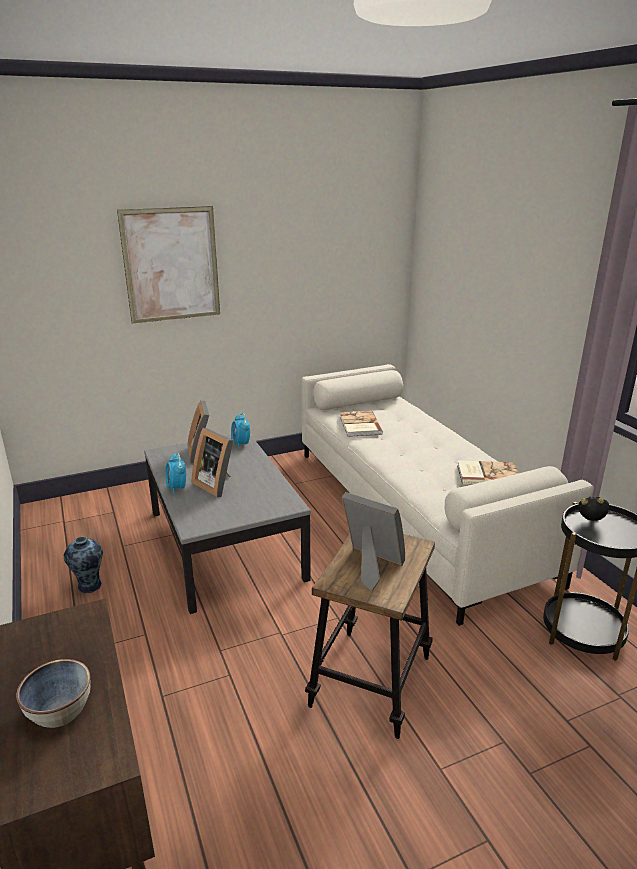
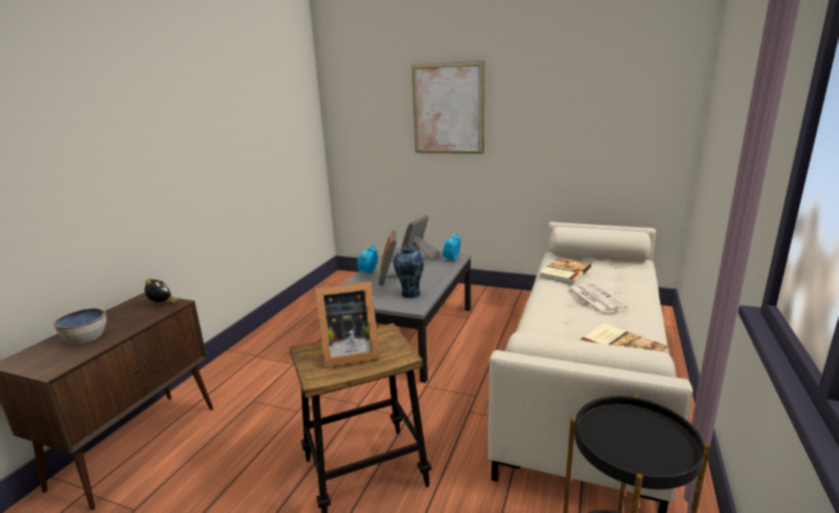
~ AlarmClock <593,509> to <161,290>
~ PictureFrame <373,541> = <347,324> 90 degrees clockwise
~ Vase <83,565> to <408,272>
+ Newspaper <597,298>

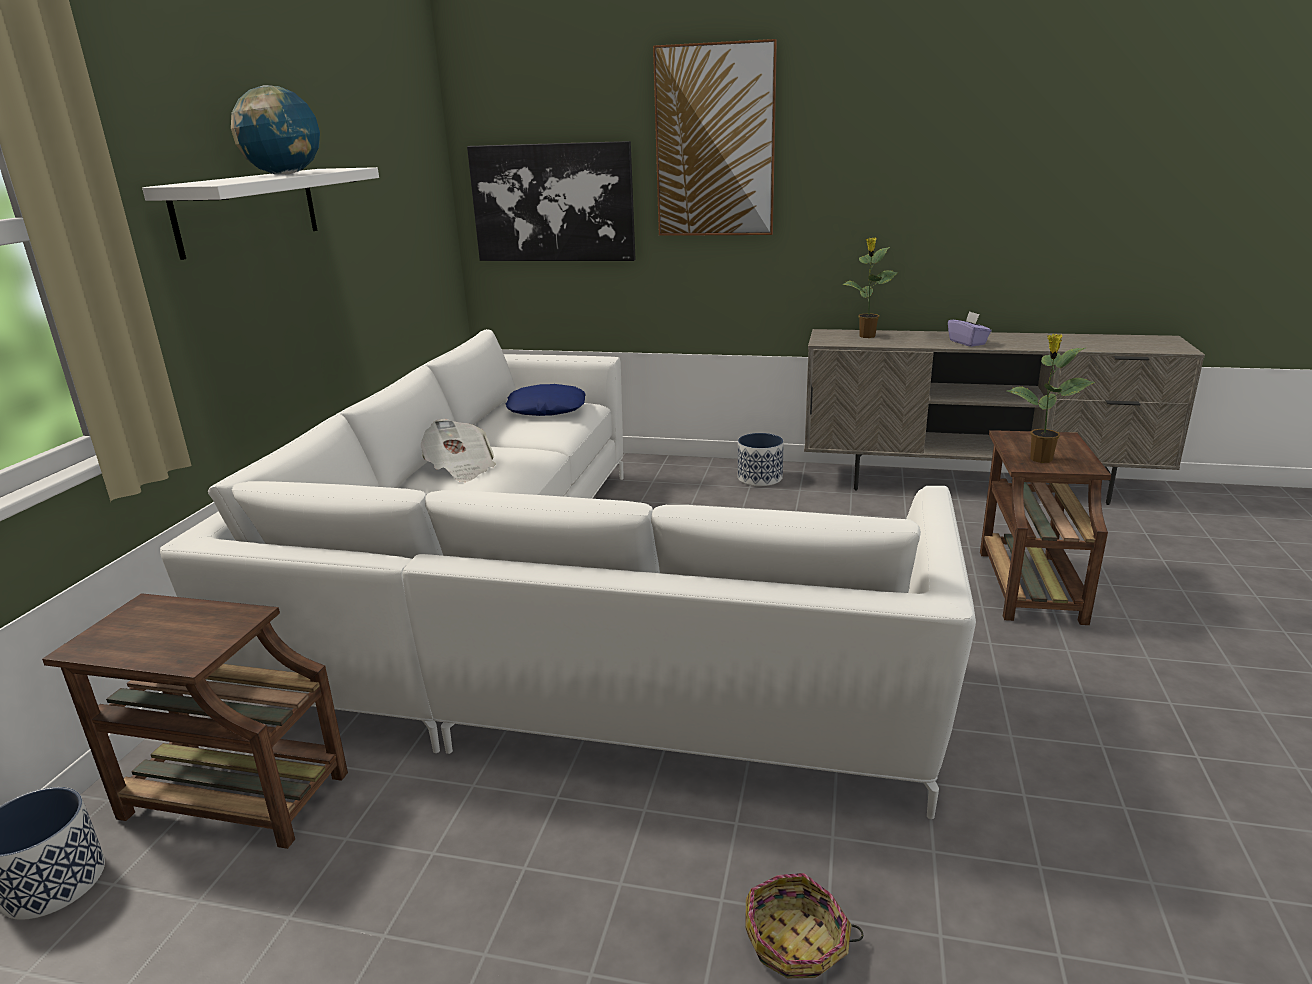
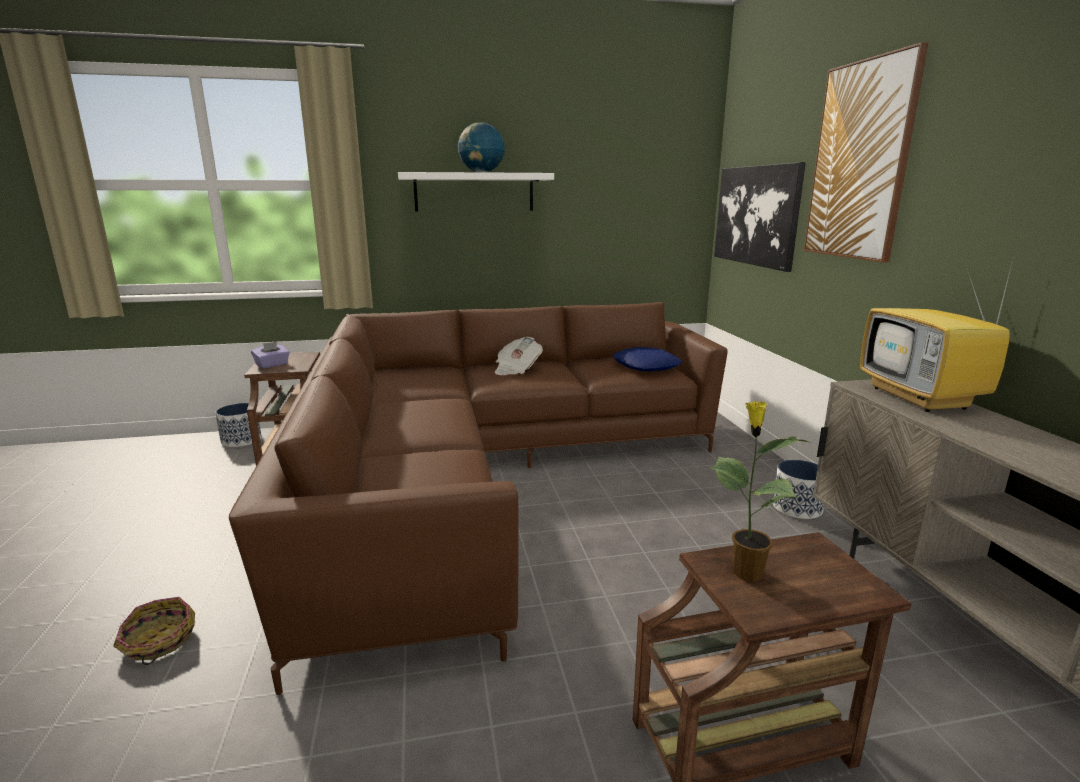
~ WhiteSofa <568,574> to BrownSofa <478,498>
~ PurpleTissueBox <970,329> to <270,354>
~ PottedPlant <870,287> to Television <936,336>

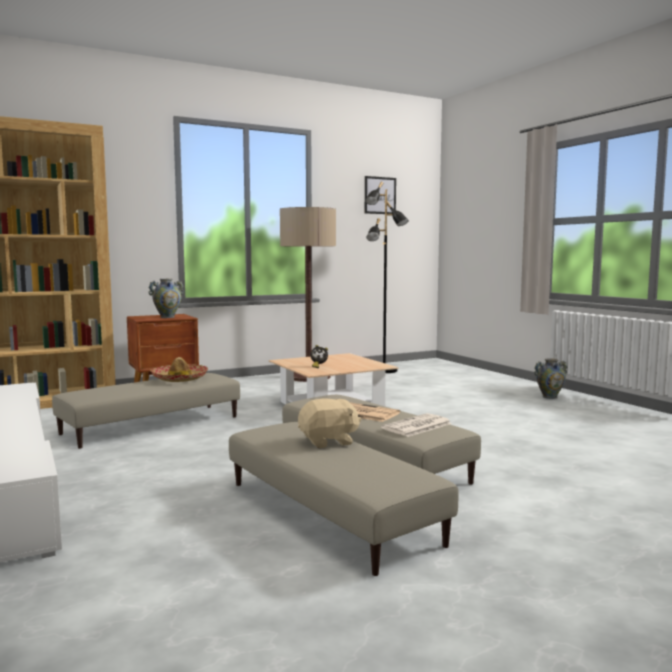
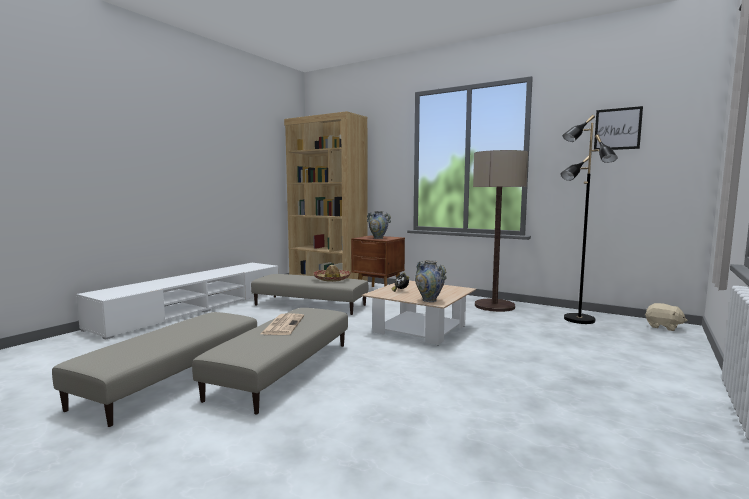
~ Vase <550,378> to <430,281>
~ BeigePlushToy <329,423> to <666,317>
- Newspaper <416,425>

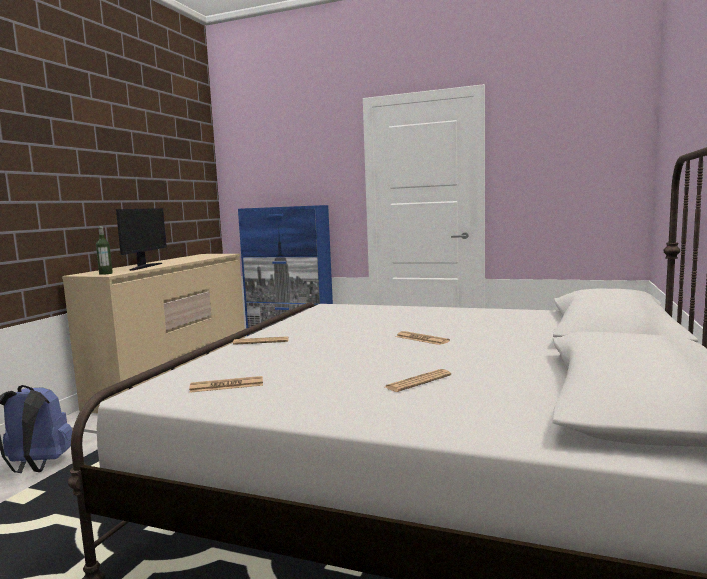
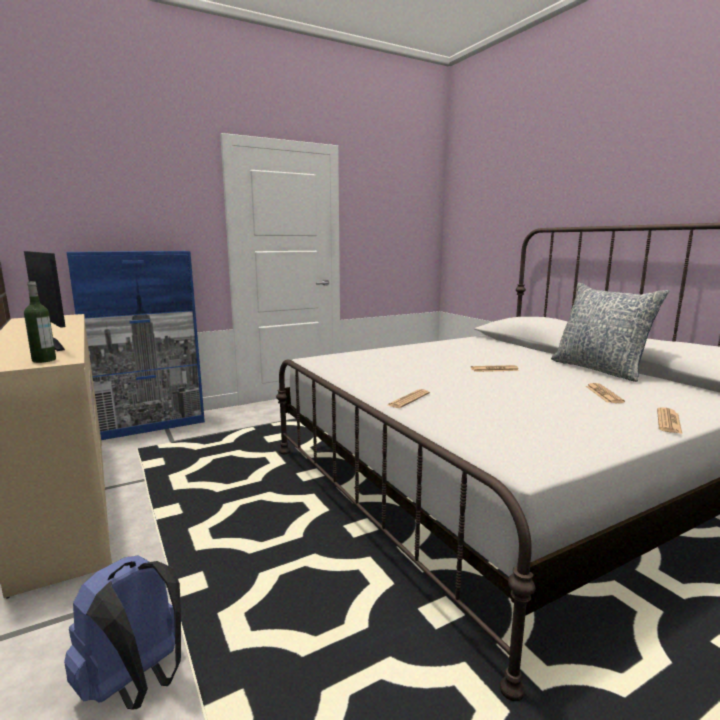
+ Pillow <610,332>
~ Newspaper <226,384> to <669,421>

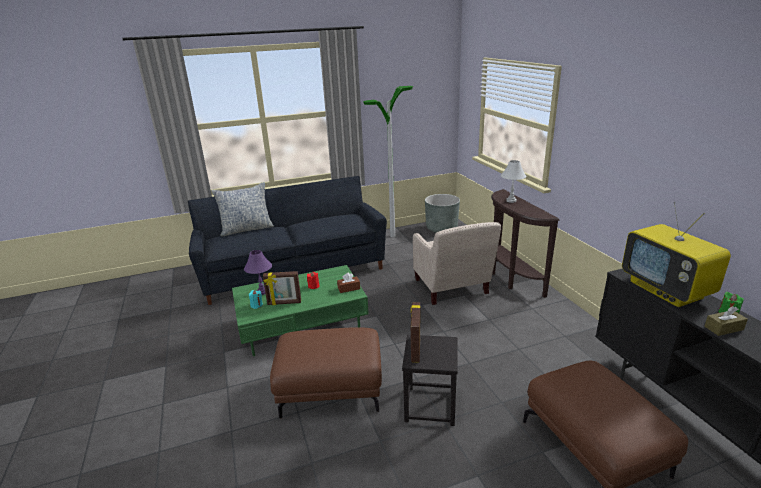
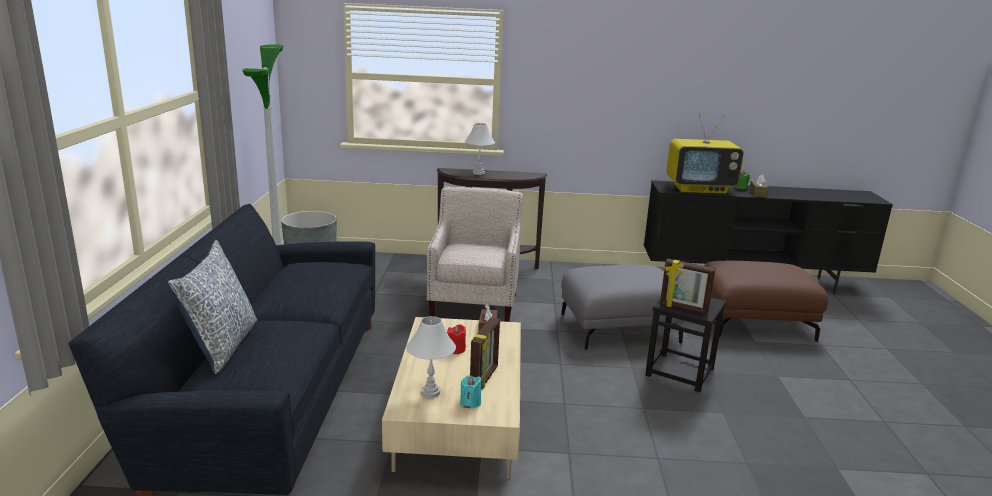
~ GreenCoffeeTable <300,310> to BeigeCoffeeTable <451,398>
~ PurpleTableLamp <258,272> to WhiteTableLamp <431,357>
~ BeigeArmchair <457,263> = <475,254> 90 degrees counterclockwise
+ GreyOttoman <622,307>
- BrownOttoman <326,372>

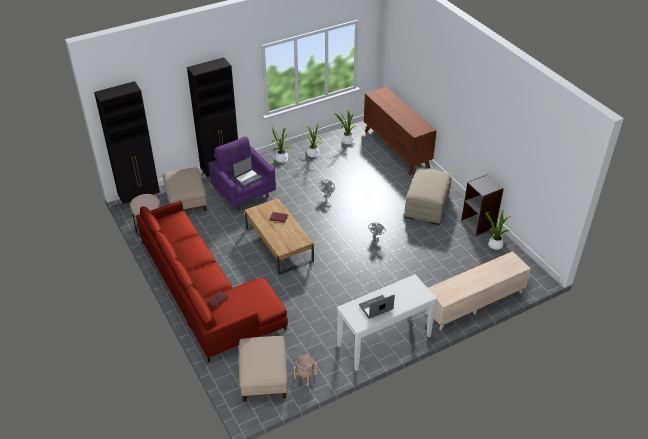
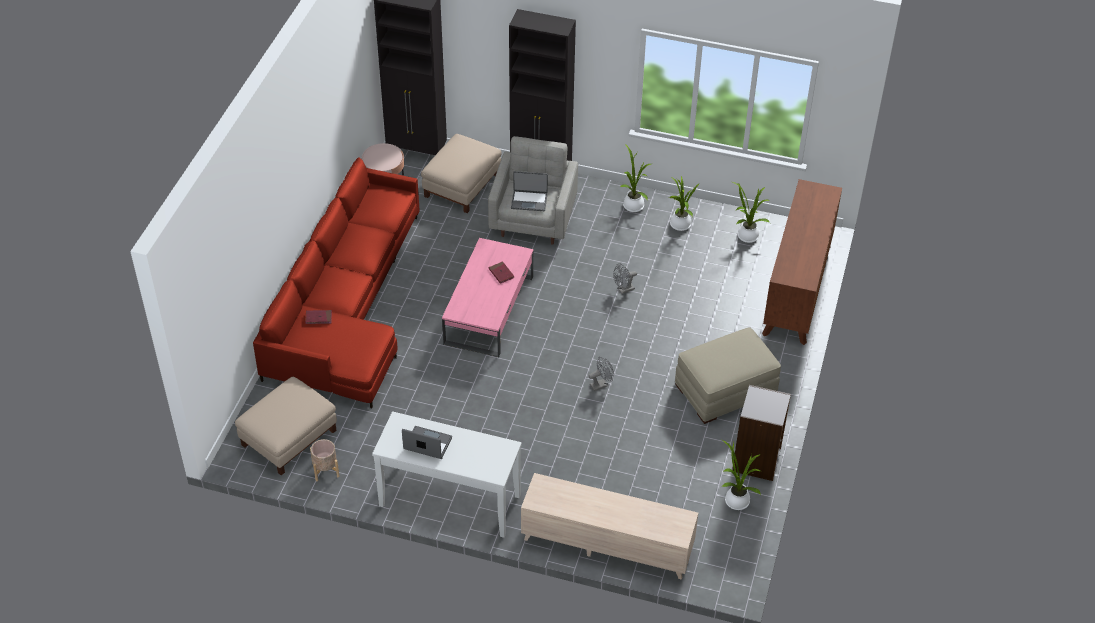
~ BrownCoffeeTable <279,236> to PinkCoffeeTable <487,297>
~ PurpleArmchair <242,173> to GreyArmchair <533,190>

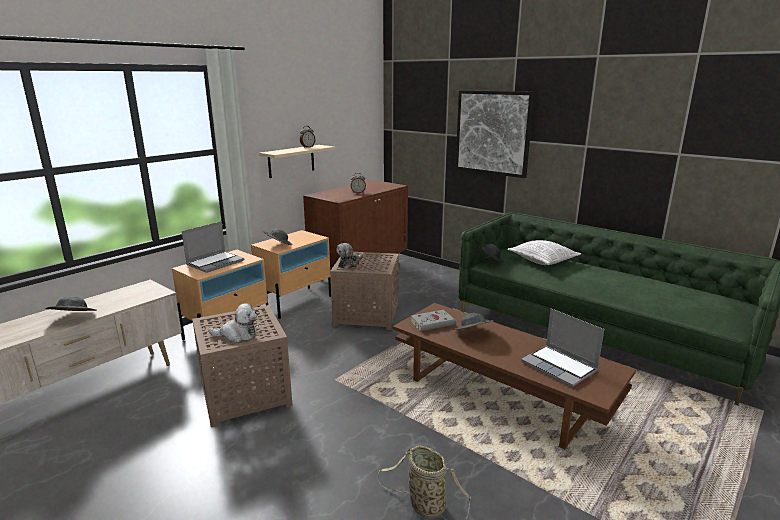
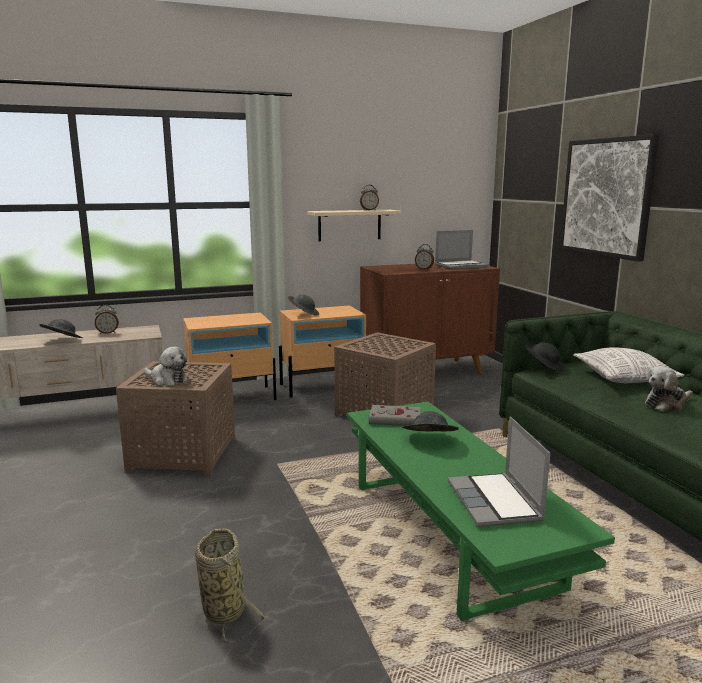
+ AlarmClock <107,319>
~ BrownCoffeeTable <514,376> to GreenCoffeeTable <481,511>
~ Laptop <213,247> to <462,250>
~ PlushToy <349,256> to <669,388>

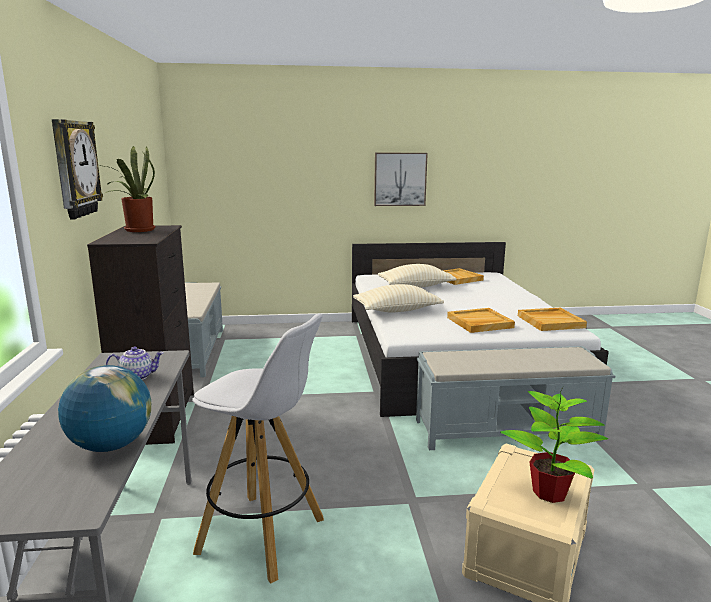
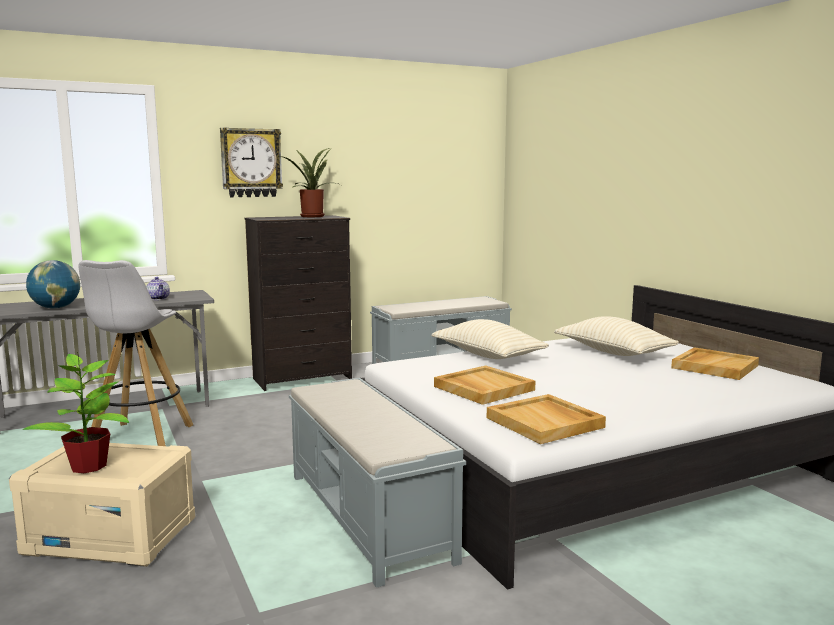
- Picture <401,179>

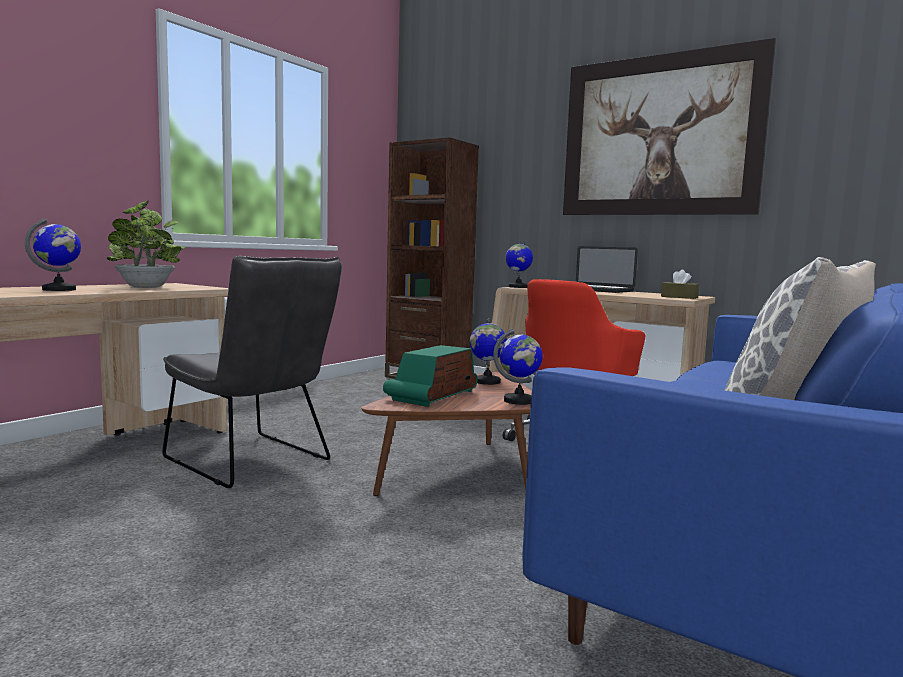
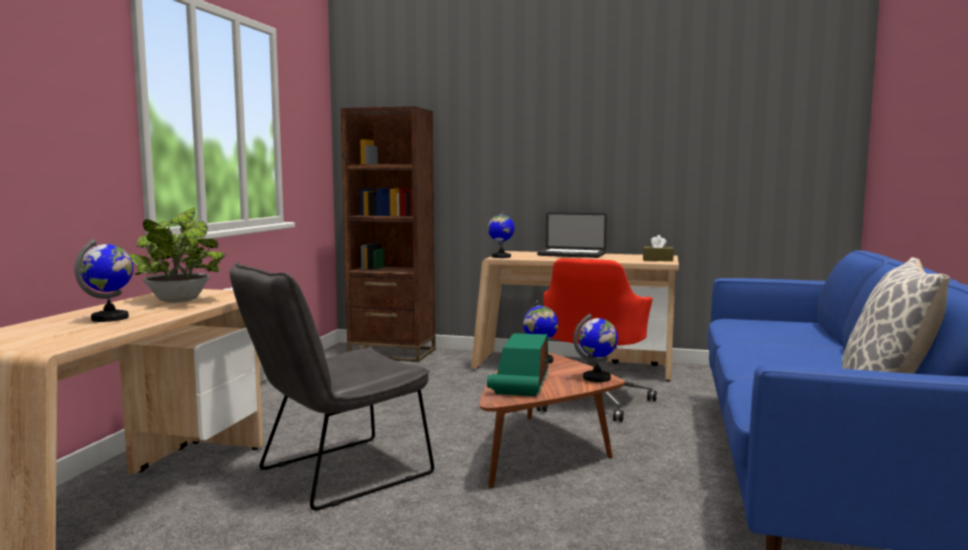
~ GreyChair <252,372> = <332,386> 120 degrees clockwise
- Picture <669,126>

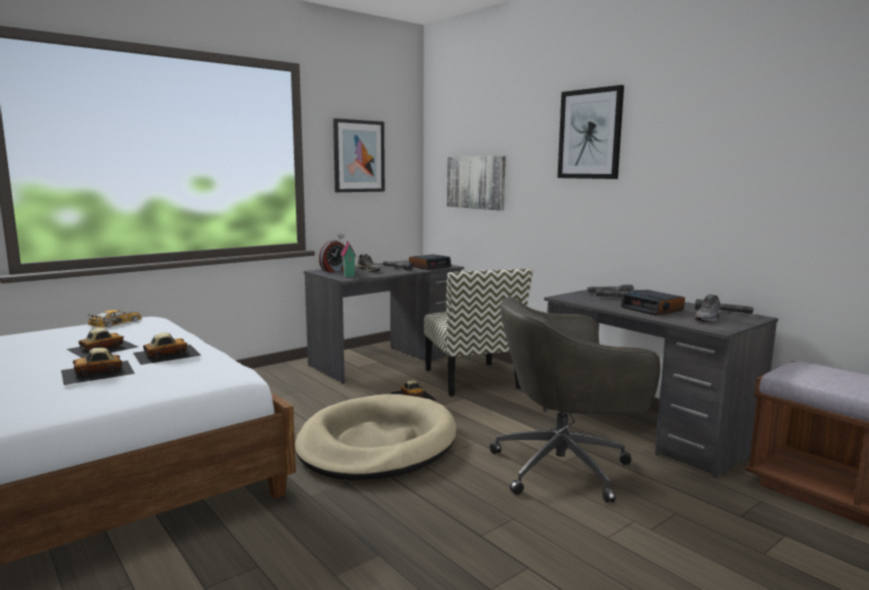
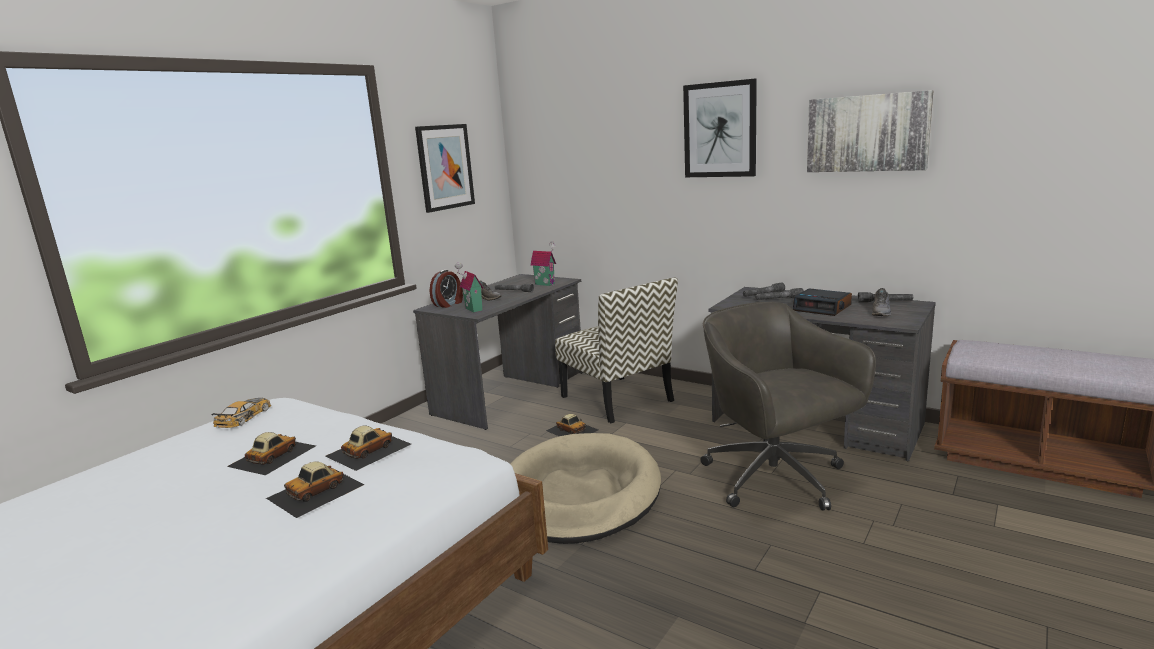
~ AlarmClock <430,262> to ToyHouse <543,263>
~ GreyOfficeChair <575,399> = <788,406> 90 degrees clockwise
~ Picture <476,183> to <870,131>

